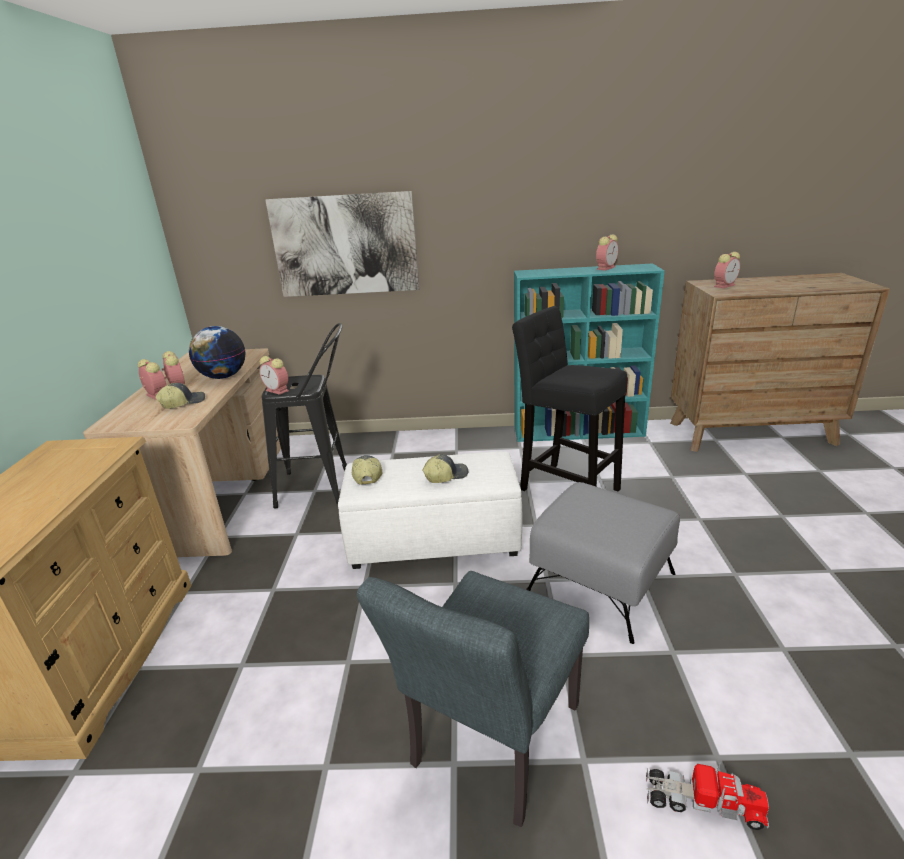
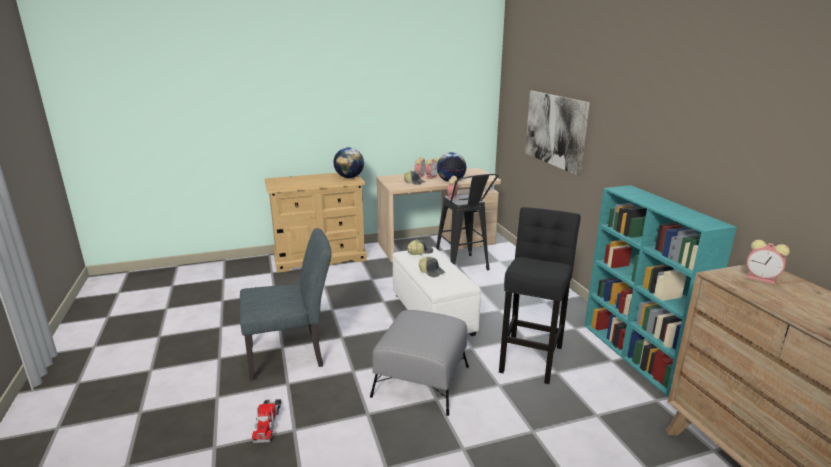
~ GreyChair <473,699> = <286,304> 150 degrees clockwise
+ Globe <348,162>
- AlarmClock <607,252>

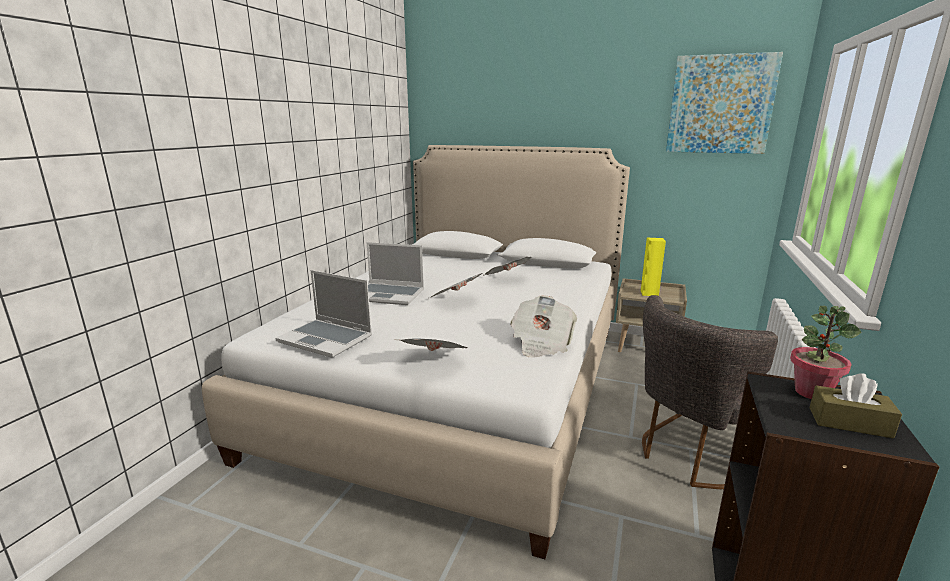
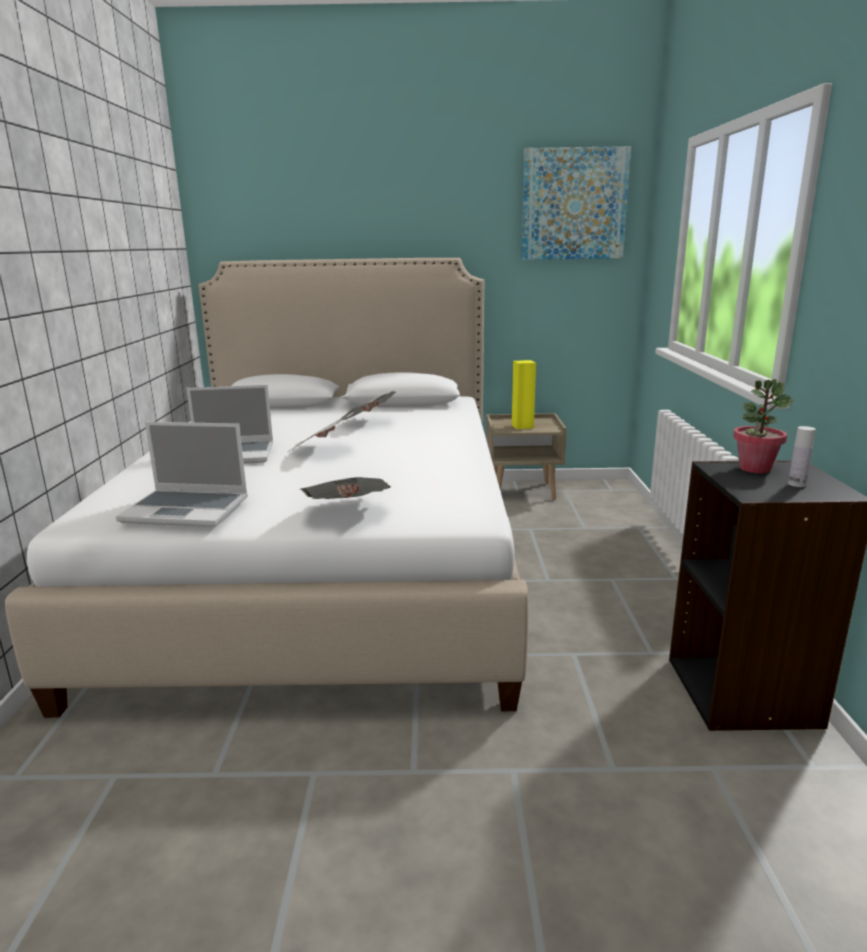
~ BrownTissueBox <855,405> to WhiteBottle <802,456>
- Newspaper <543,326>
- GreyChair <710,392>

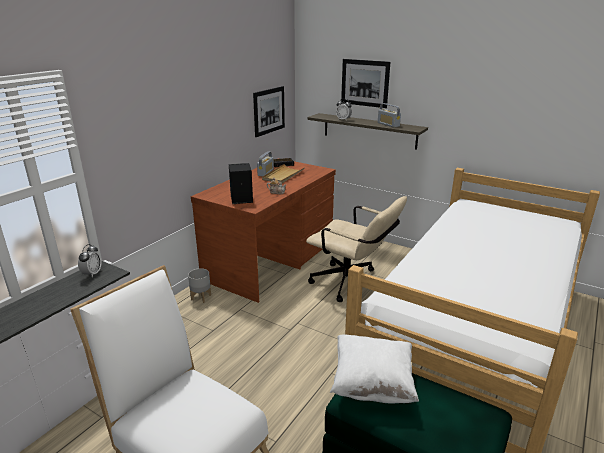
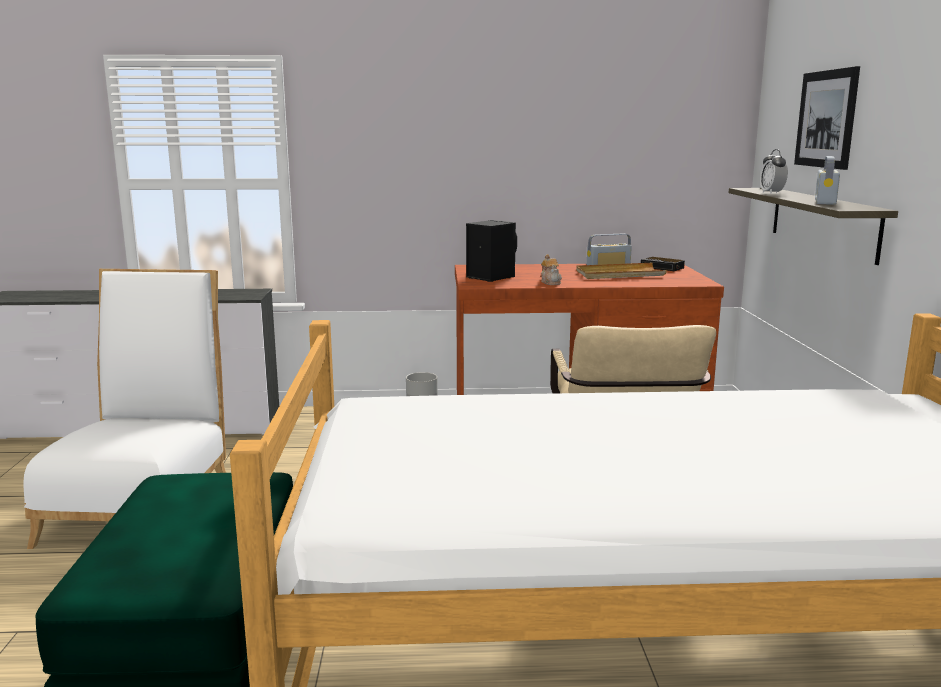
- AlarmClock <90,261>
- Picture <269,111>
- WhitePillow <374,369>

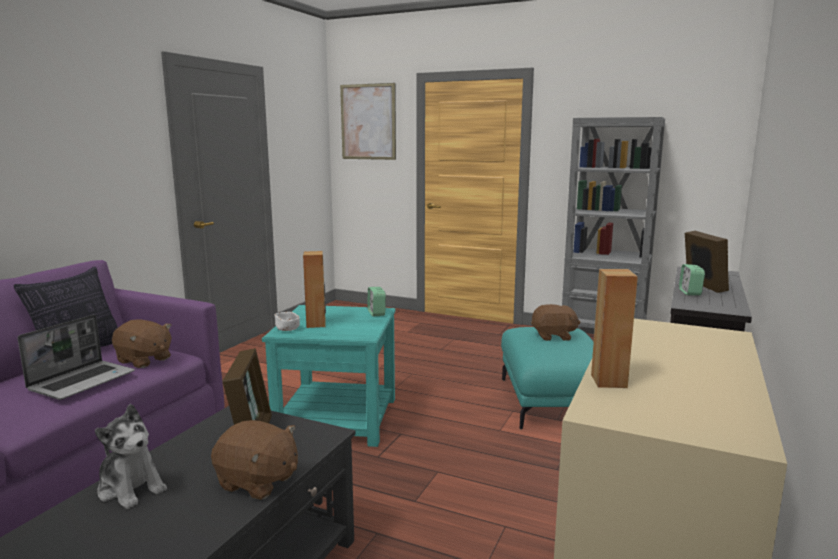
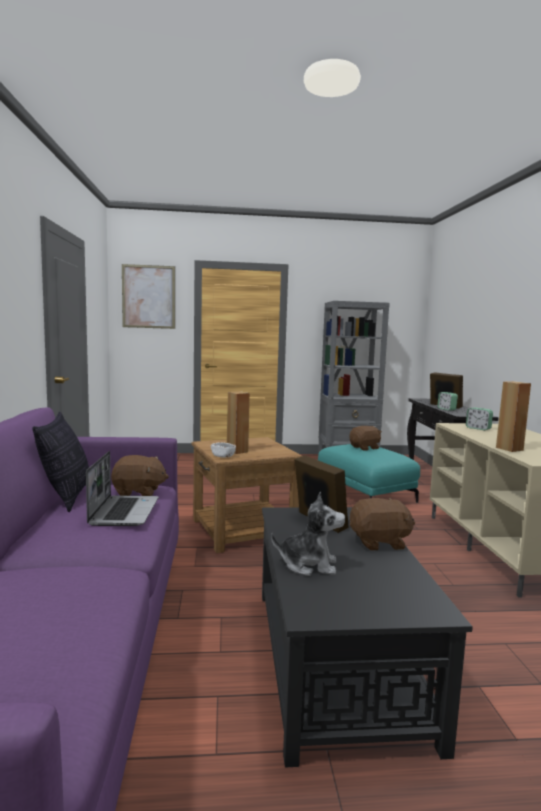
~ TurquoiseSideTable <329,376> to BrownSideTable <246,495>
~ AlarmClock <376,301> to <479,419>

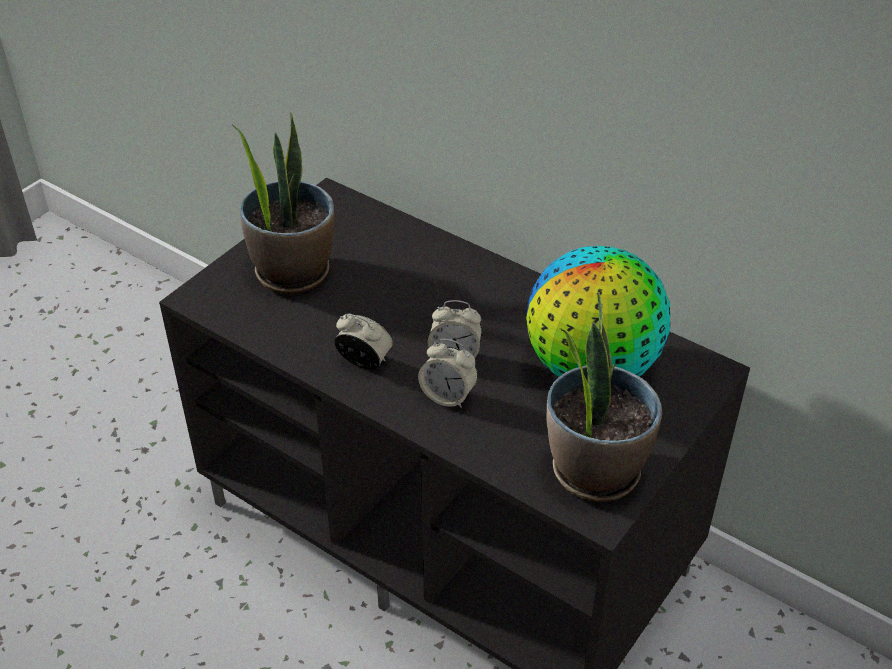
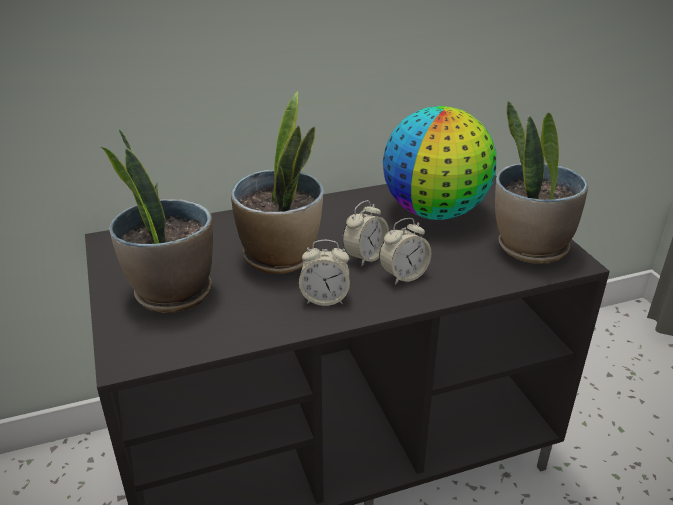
+ PottedPlant <277,182>
~ AlarmClock <363,342> = <324,273> 150 degrees counterclockwise

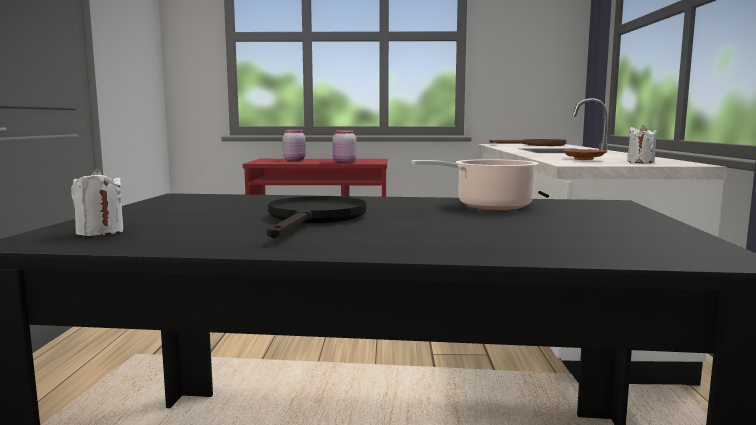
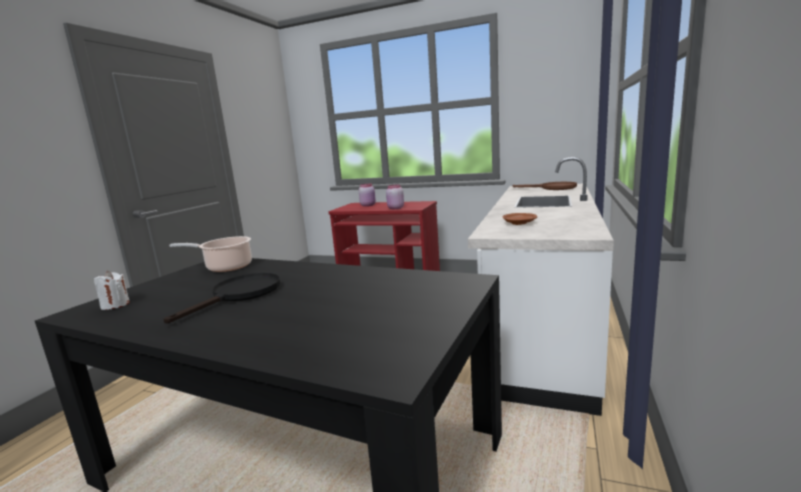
~ CookingPot <475,184> to <210,254>
- WhiteCandle <642,144>

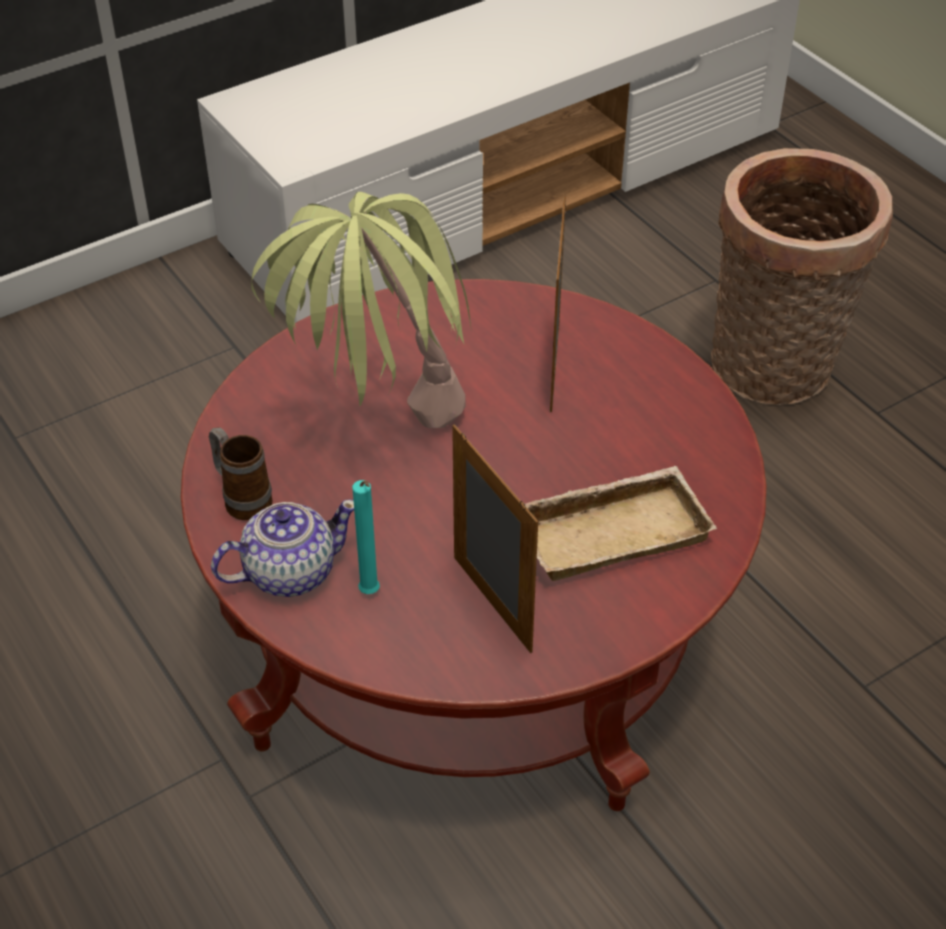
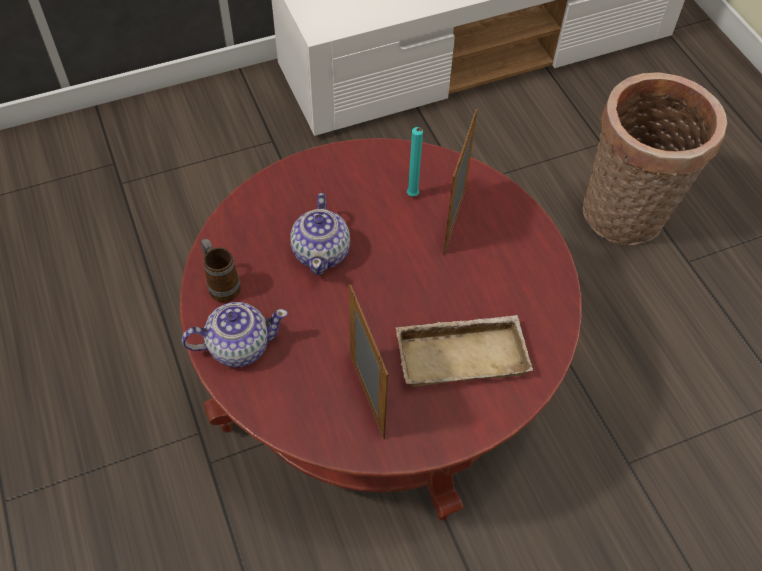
~ PottedPlant <361,310> to Teapot <320,234>
~ TurquoiseCandle <366,537> to <415,162>

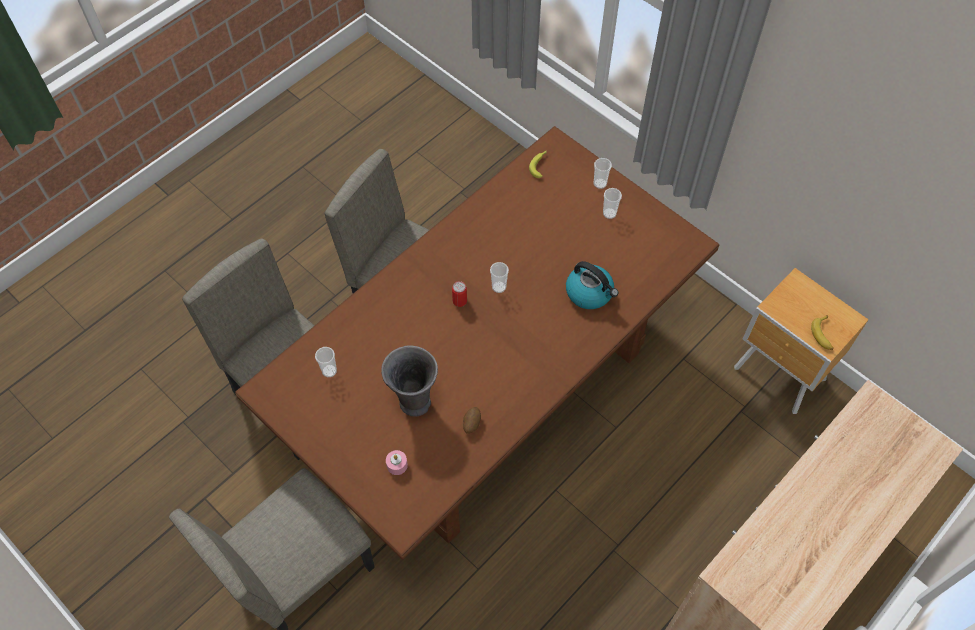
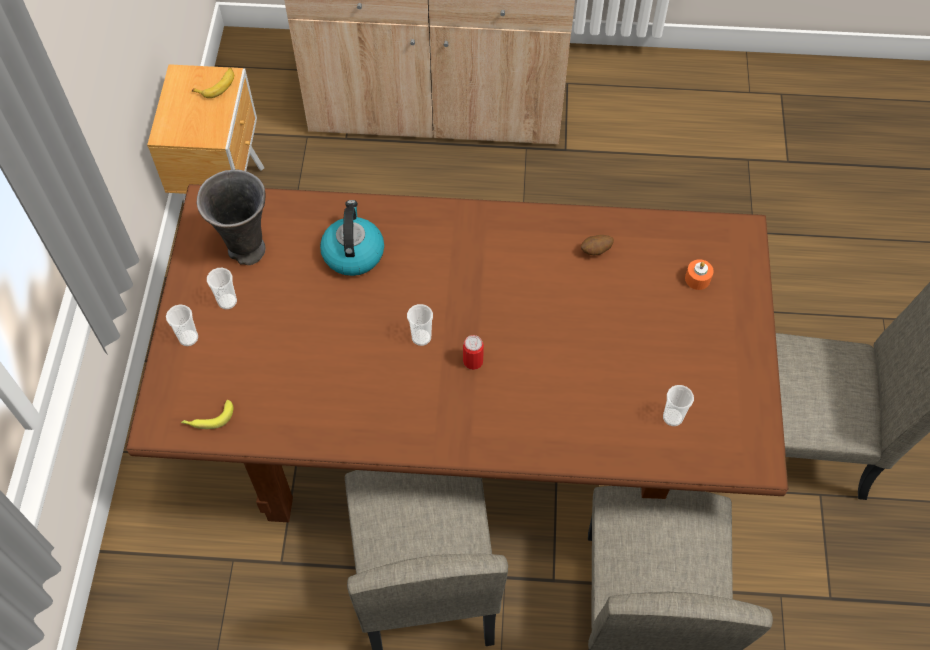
~ GreyVase <409,381> to <231,217>
~ PinkCandle <397,462> to OrangeCandle <699,274>

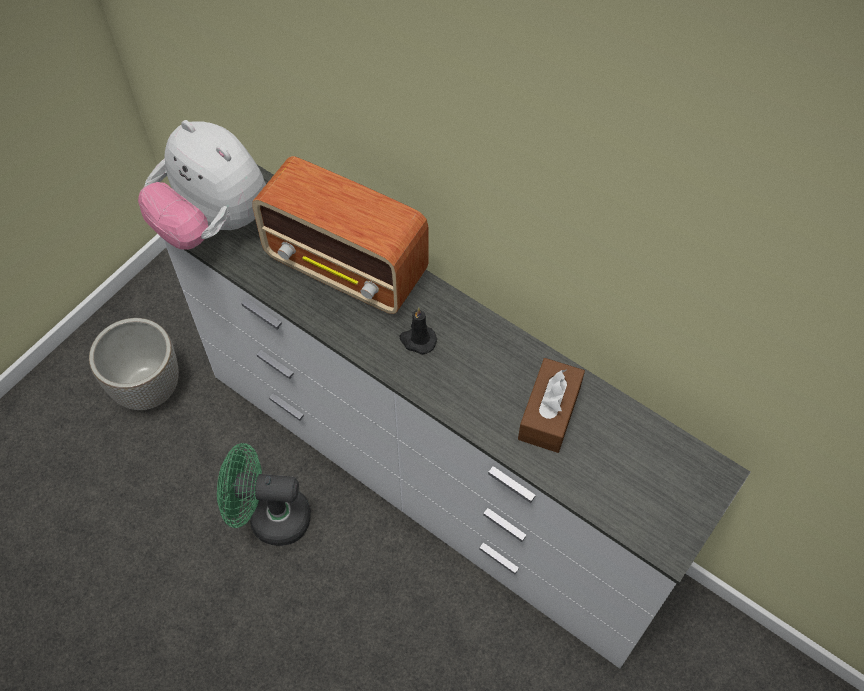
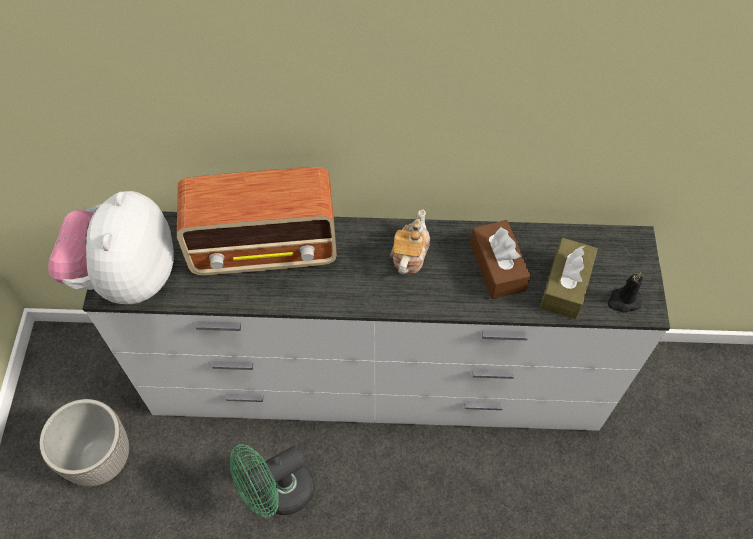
~ PlushToy <202,185> = <111,247> 90 degrees clockwise
+ Teapot <410,241>
+ BrownTissueBox <569,278>
~ BlackCandle <418,330> to <625,292>

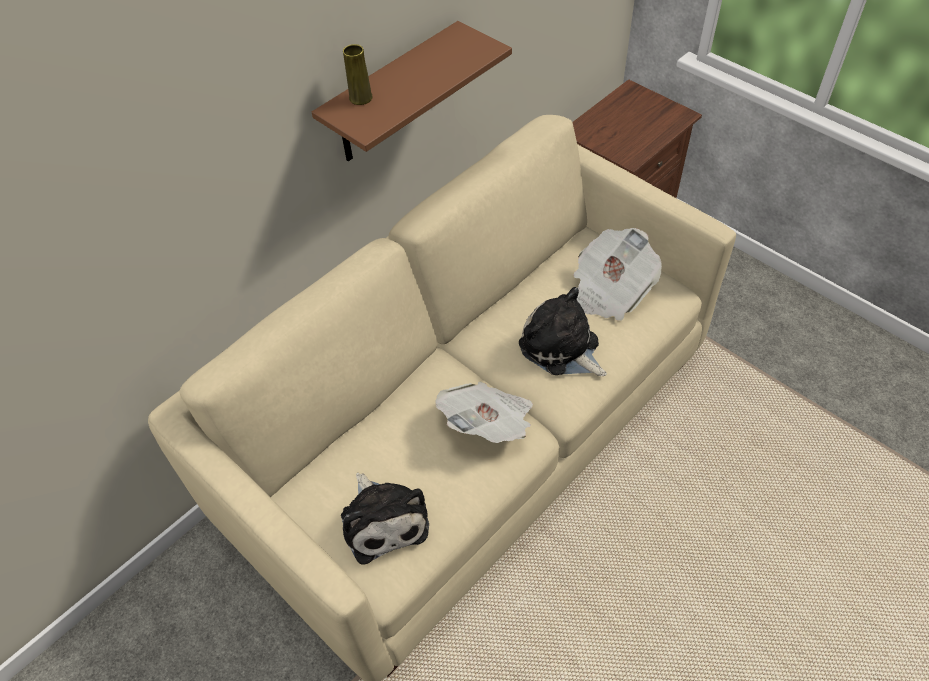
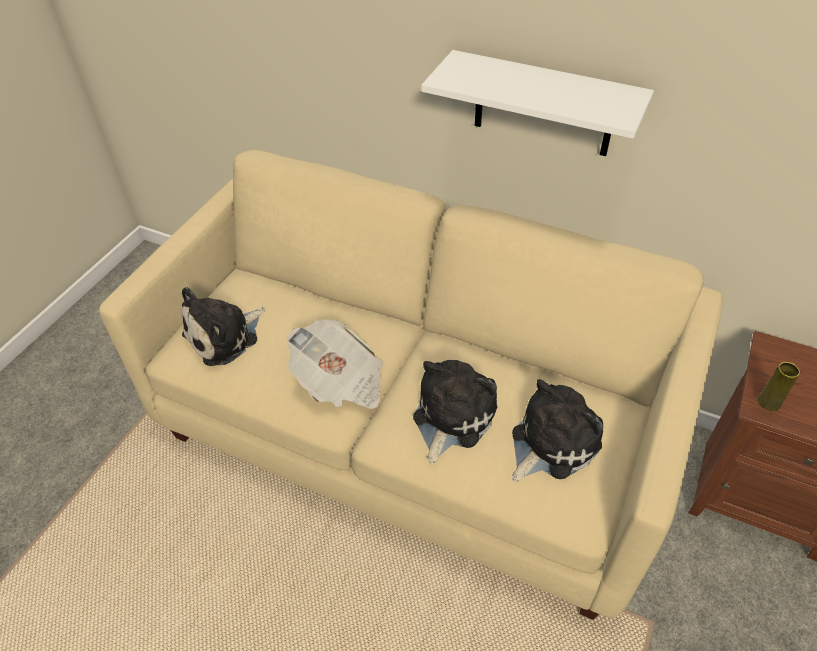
~ BrownShelf <412,91> to WhiteShelf <537,103>
~ Newspaper <617,274> to PlushToy <557,430>
~ YellowVase <358,74> to <779,386>

